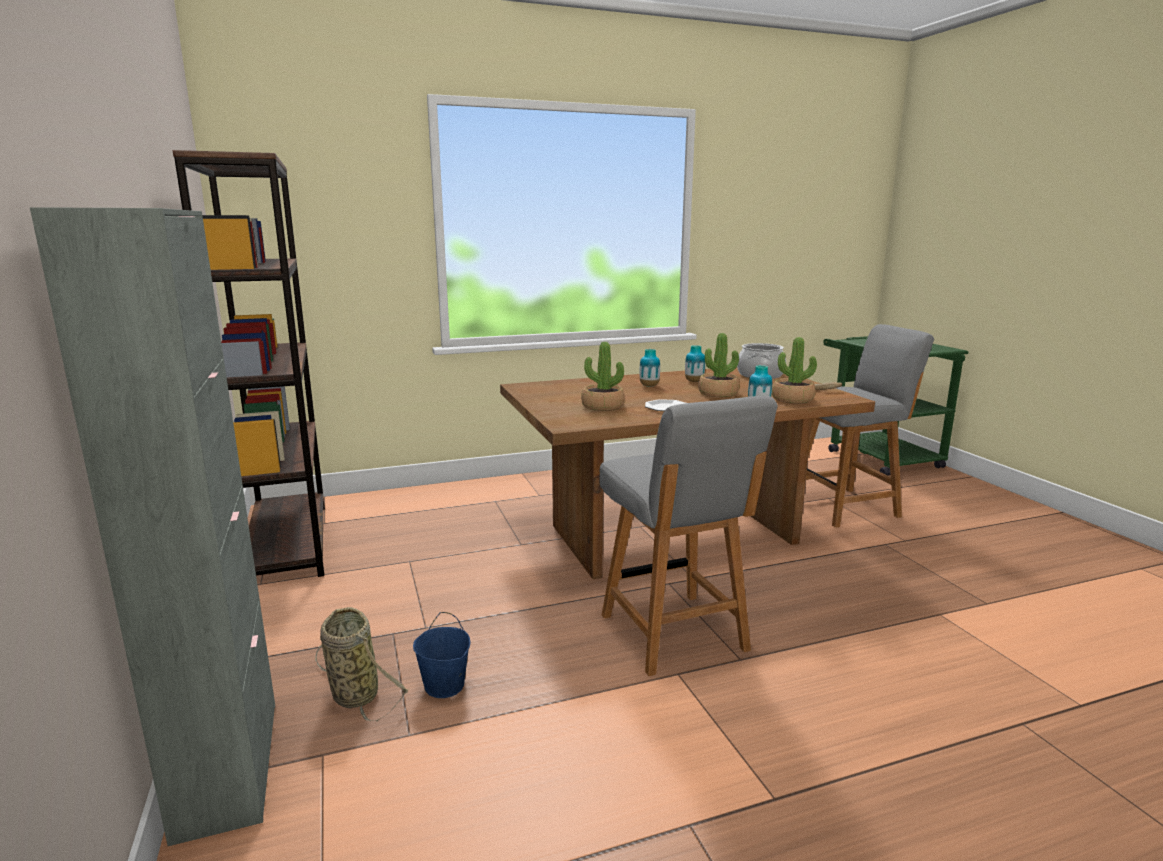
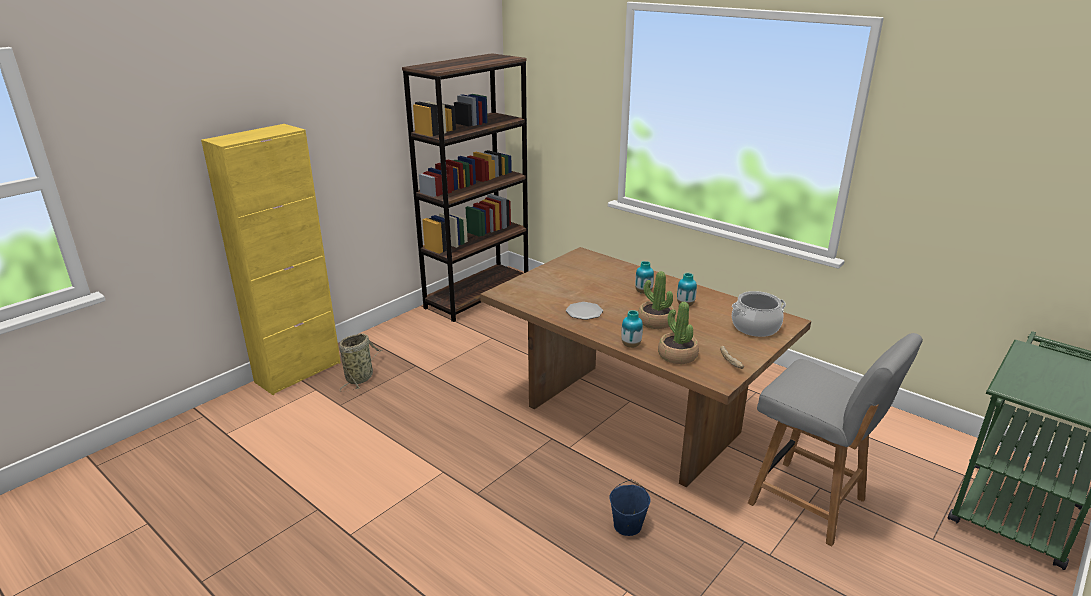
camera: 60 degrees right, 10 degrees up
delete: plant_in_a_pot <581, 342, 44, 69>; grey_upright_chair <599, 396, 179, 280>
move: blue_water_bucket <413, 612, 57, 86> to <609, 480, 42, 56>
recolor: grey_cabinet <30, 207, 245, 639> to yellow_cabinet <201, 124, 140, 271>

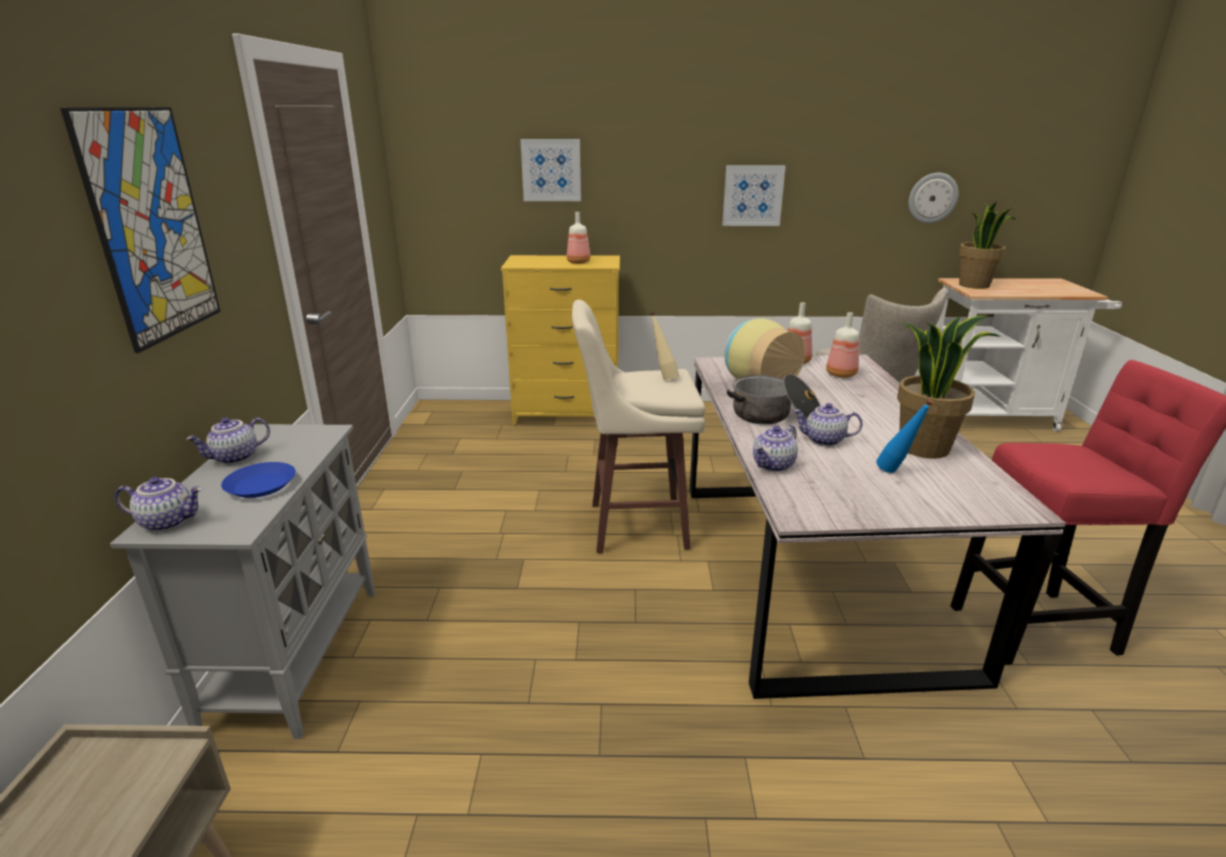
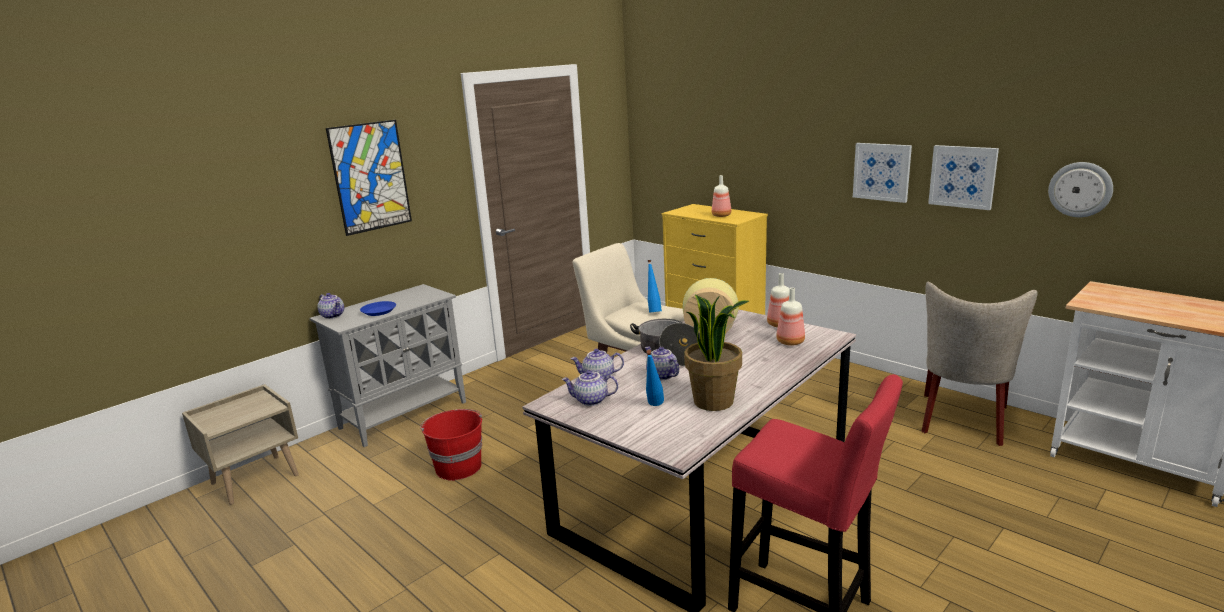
camera: 45 degrees right, 5 degrees down
delete: plant_in_a_pot <959, 202, 57, 87>
insert: red_water_bucket <420, 409, 62, 72>
move: teapot <186, 418, 84, 46> to <562, 370, 56, 36>; picture <520, 139, 61, 62> to <928, 145, 71, 65>
recolor: sand-coloured_drink_bottle <650, 312, 29, 68> to blue_drink_bottle <648, 260, 14, 53>

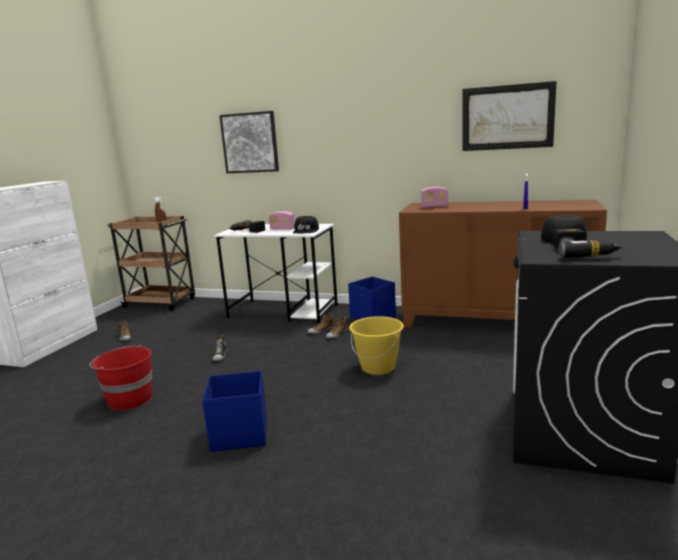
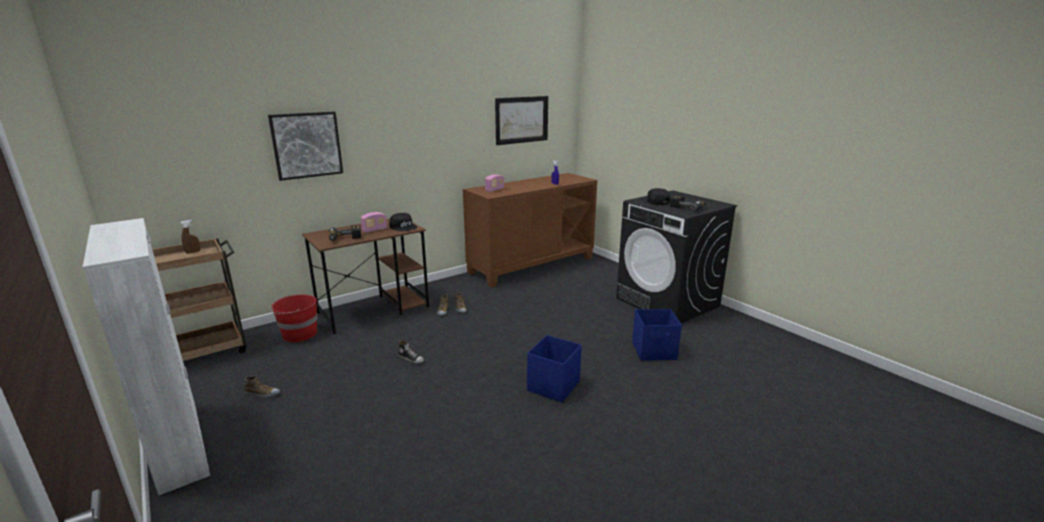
camera: 55 degrees left, 5 degrees up
delete: yellow_water_bucket <349, 316, 55, 59>
move: red_water_bucket <90, 345, 62, 65> to <270, 294, 47, 48>; blue_storage_bin <348, 277, 48, 43> to <632, 309, 50, 52>
recolor: whitish_desk <214, 224, 124, 100> to brown-coloured_desk <302, 219, 127, 115>

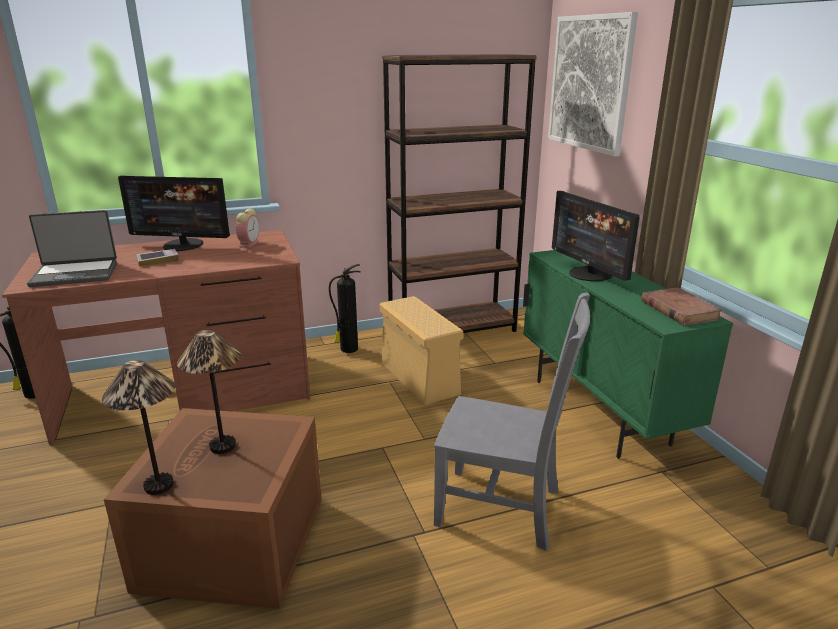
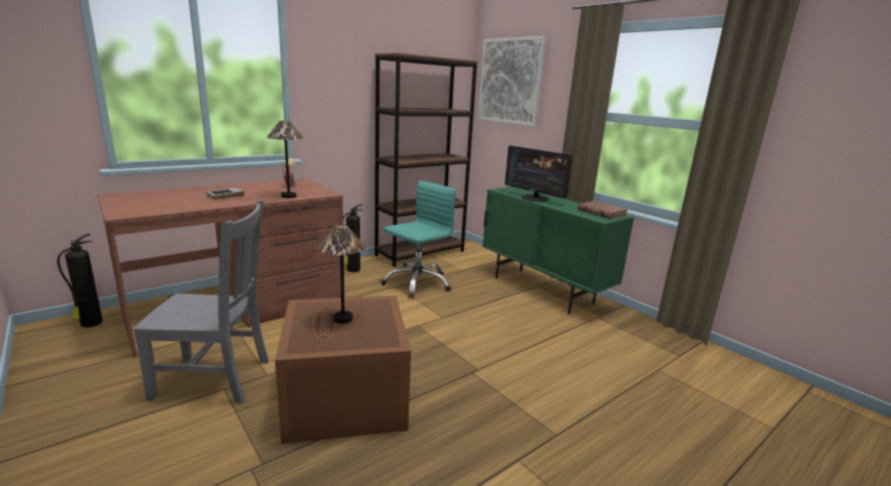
camera: 20 degrees left, 5 degrees down
delete: portable_computer <27, 210, 90, 77>; computer_display <118, 176, 112, 75>
move: grey_upright_chair <434, 292, 156, 259> to <133, 199, 136, 205>; lamp_for_a_table <102, 360, 73, 135> to <267, 121, 37, 77>
replace: sand-coloured_storage_bin <380, 296, 83, 109> to turquoise_desk_chair <381, 181, 75, 117>

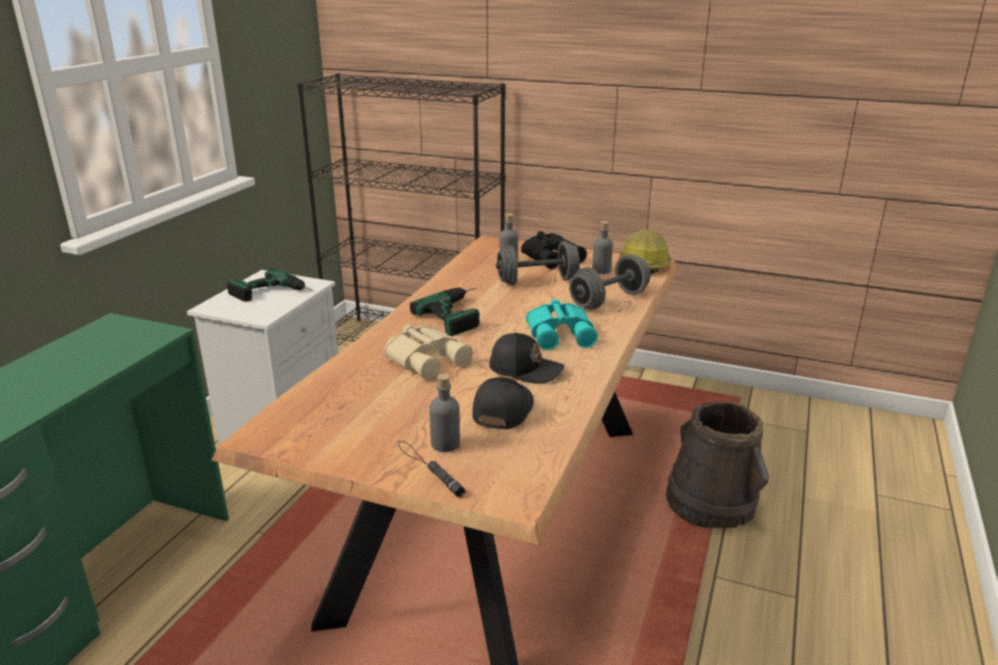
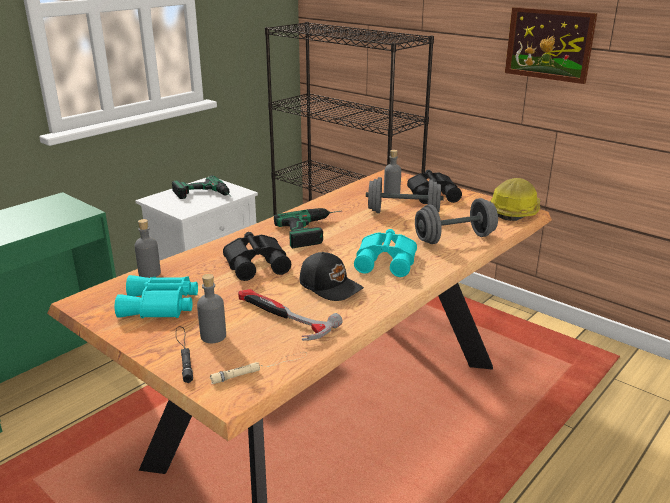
camera: 20 degrees right, 0 degrees up
delete: brown-coloured_water_bucket <666, 401, 103, 128>
insert: turquoise_field_glasses <115, 275, 83, 43>; sand-coloured_torch <210, 352, 97, 32>; picture <505, 7, 92, 77>
move: grey_drink_bottle <592, 221, 21, 53> to <135, 219, 26, 59>
replace: black_peaked_cap <472, 377, 62, 53> to tool_hammer <238, 289, 105, 52>
recolor: sand-coloured_field_glasses <384, 324, 89, 56> to black_field_glasses <223, 232, 68, 49>

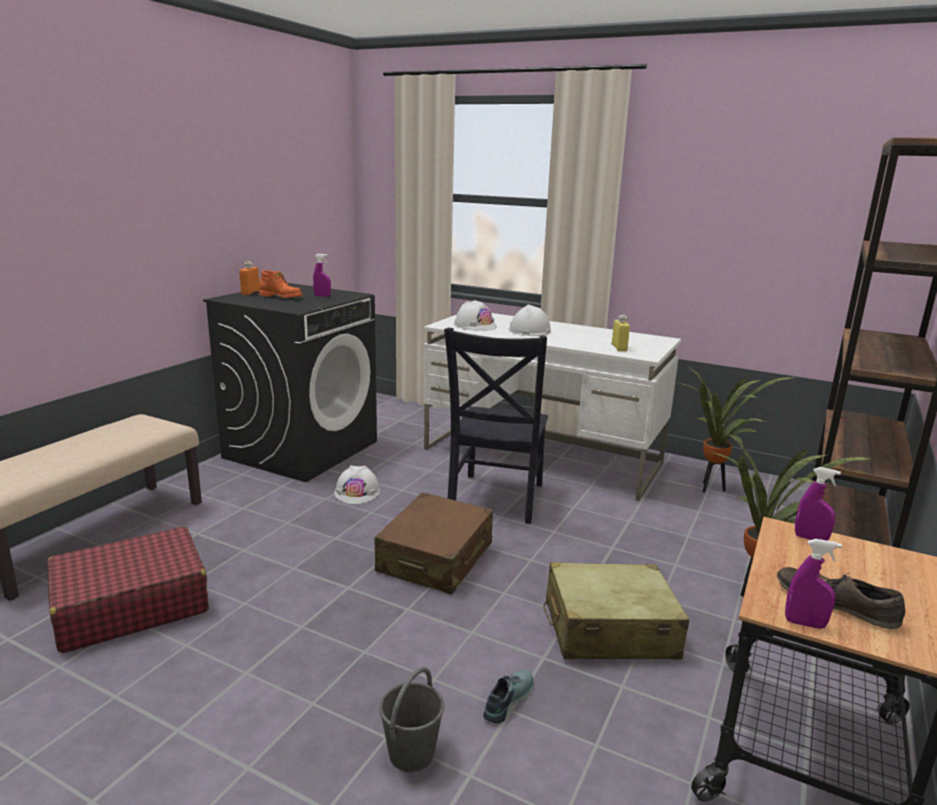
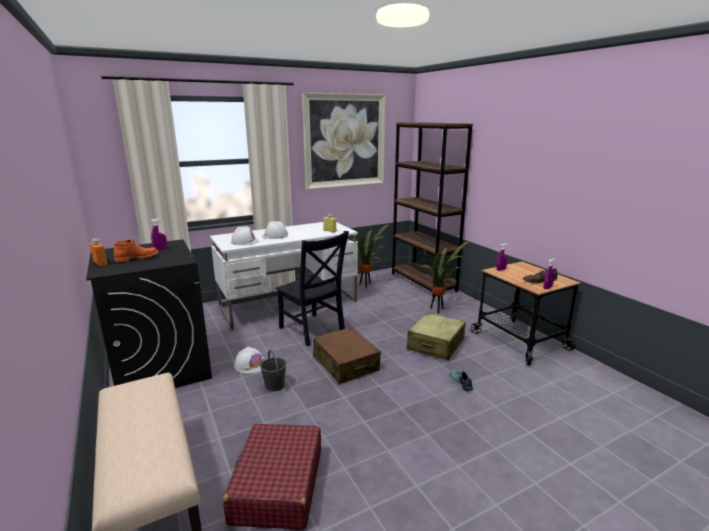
camera: 55 degrees left, 0 degrees up
insert: picture <302, 92, 84, 98>
move: grey_water_bucket <379, 667, 65, 105> to <260, 349, 27, 42>

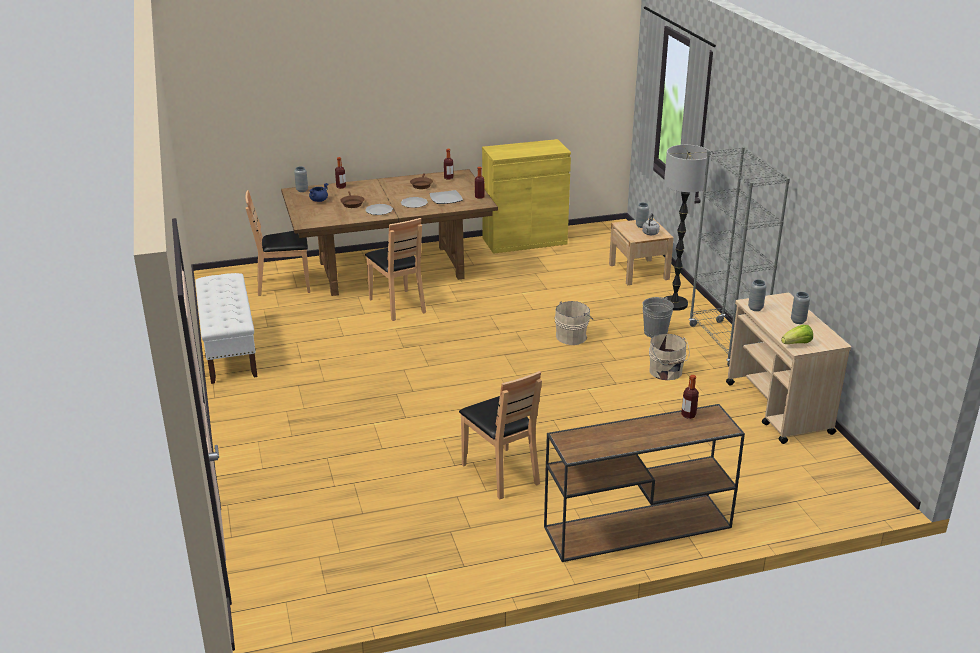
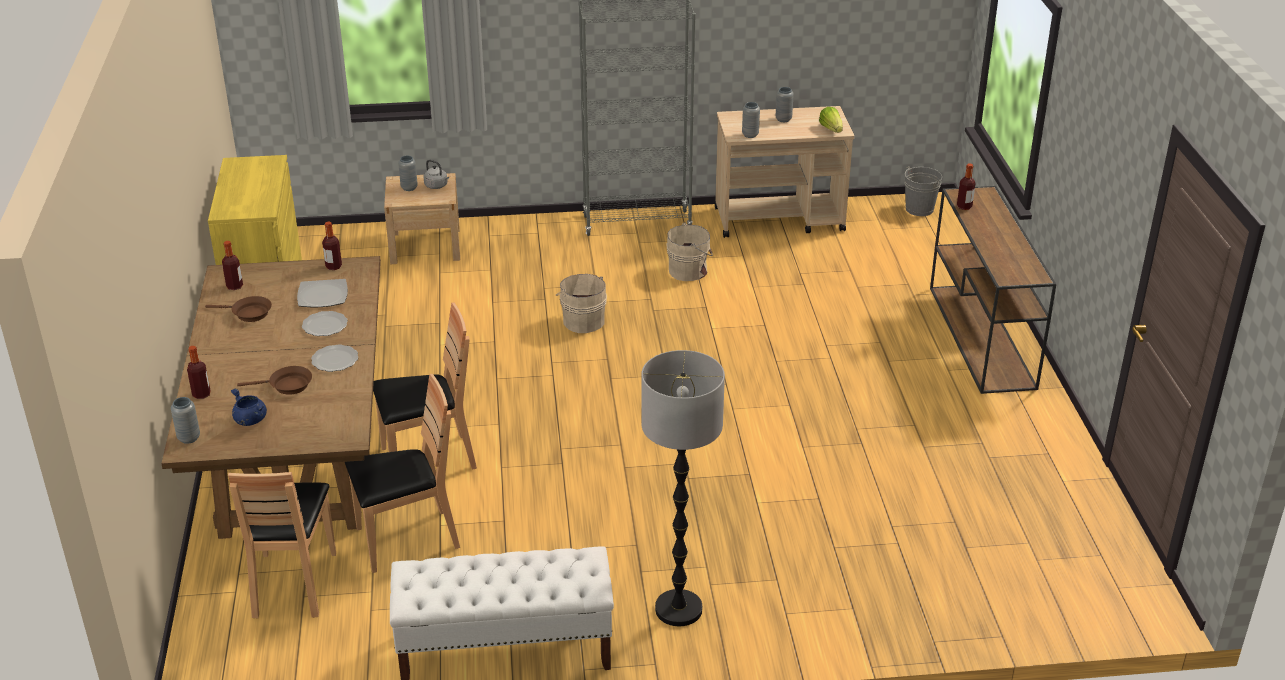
camera: 80 degrees left, 5 degrees up
move: brown-coloured_upright_chair <459, 371, 83, 128> to <345, 374, 115, 199>; standing_lamp <663, 145, 49, 166> to <641, 350, 84, 276>; grey_water_bucket <642, 297, 32, 41> to <904, 166, 38, 50>

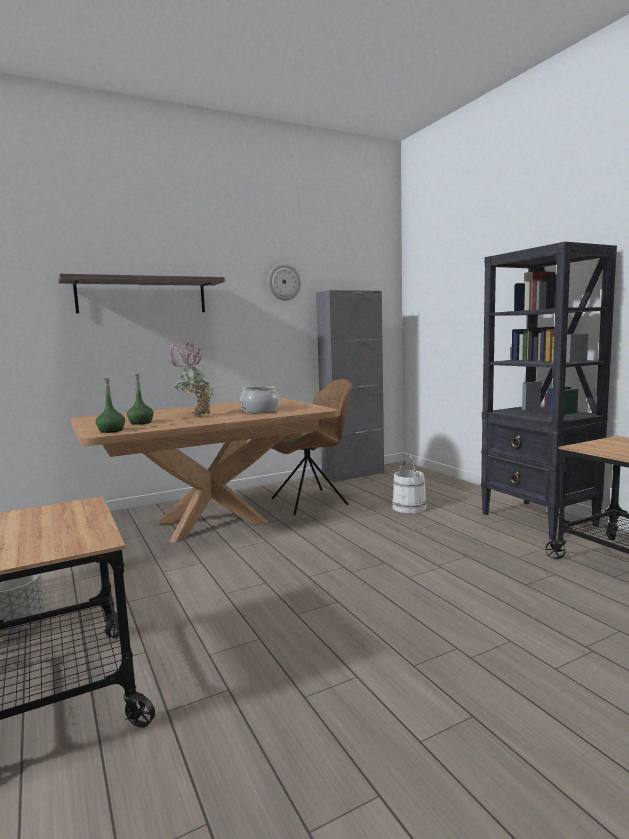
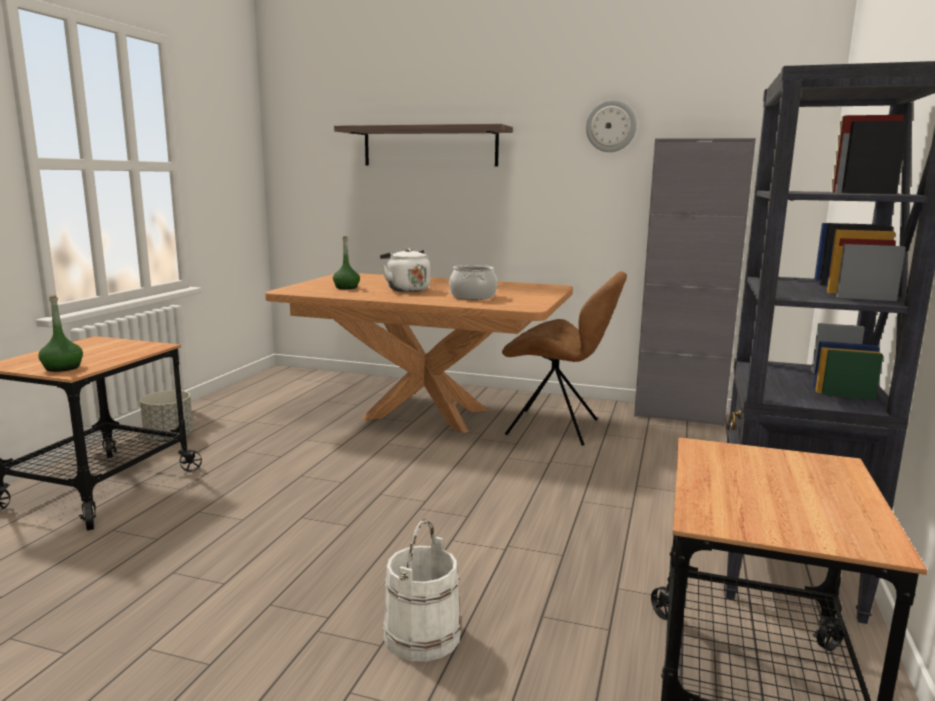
camera: 45 degrees right, 5 degrees up
move: green-coloured_drink_bottle <96, 378, 29, 55> to <39, 295, 44, 77>; whitish_water_bucket <392, 454, 35, 59> to <383, 519, 78, 143>
replace: plant_in_a_pot <167, 341, 46, 76> to whitish_tea_kettle <380, 248, 50, 44>

